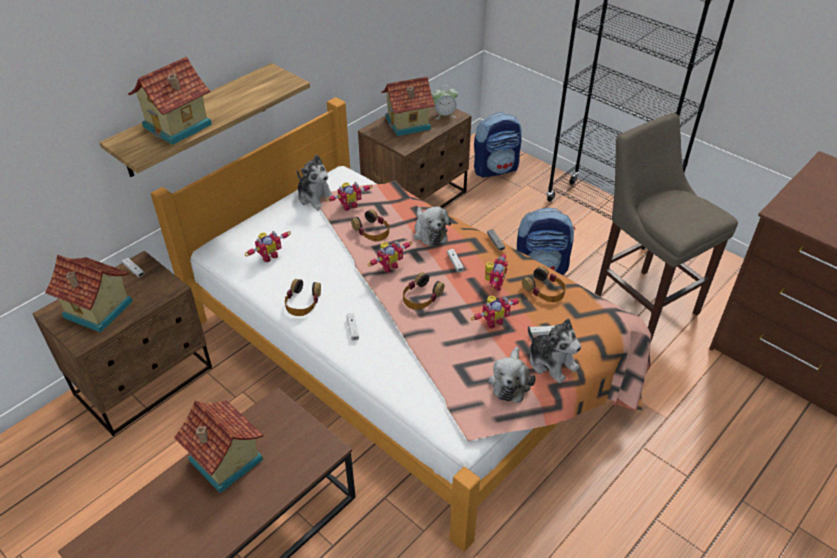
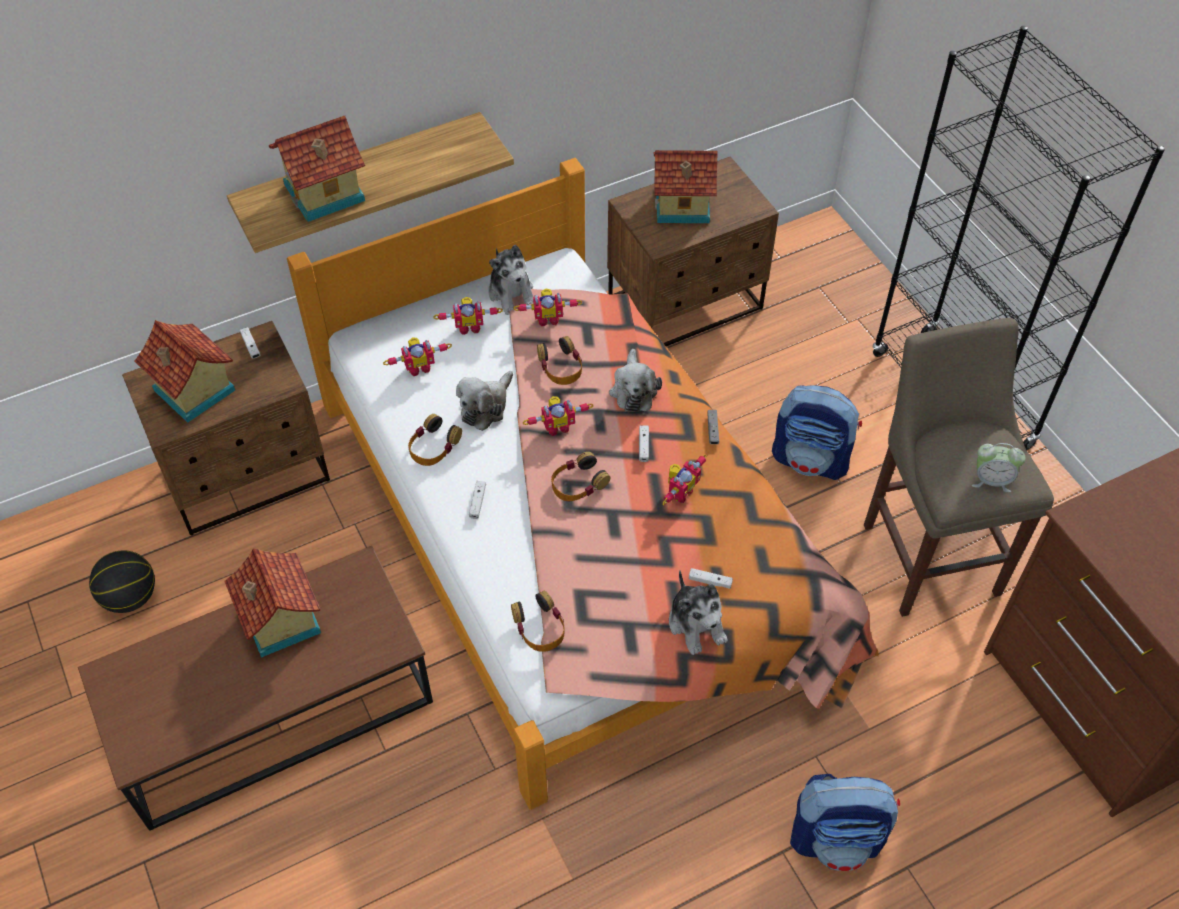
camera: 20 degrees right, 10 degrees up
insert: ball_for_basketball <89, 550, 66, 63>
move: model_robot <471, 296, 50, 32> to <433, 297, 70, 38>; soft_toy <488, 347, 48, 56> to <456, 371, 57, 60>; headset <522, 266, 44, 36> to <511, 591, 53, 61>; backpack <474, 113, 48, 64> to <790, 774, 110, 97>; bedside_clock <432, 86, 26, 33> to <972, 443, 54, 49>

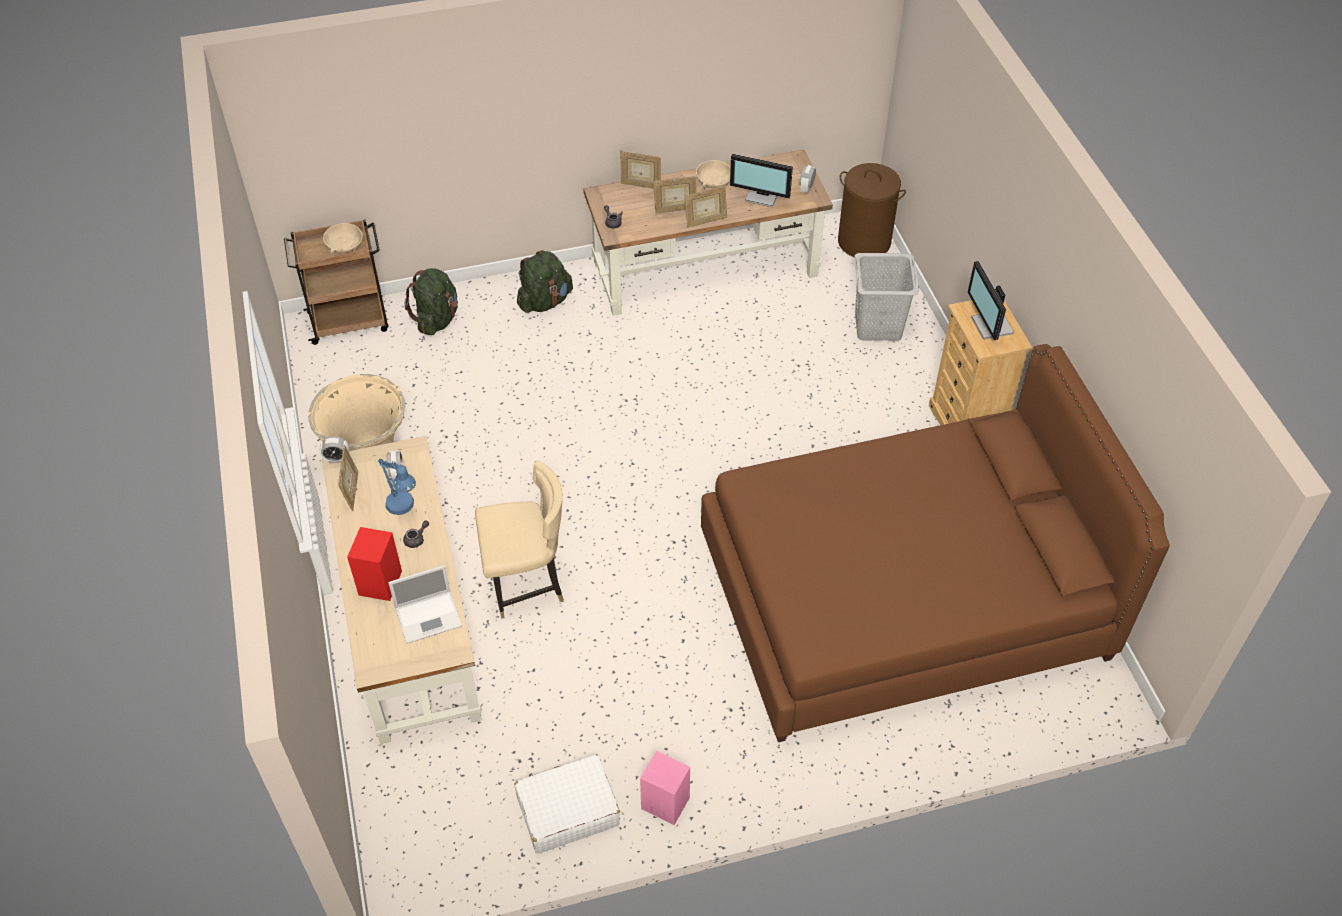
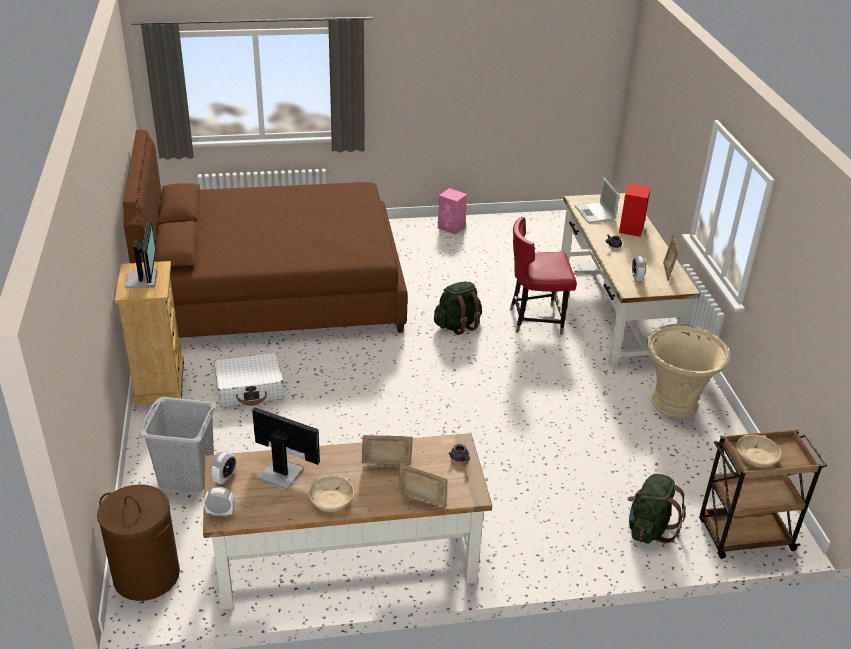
camera: 175 degrees left, 15 degrees down
delete: blue_lamp_for_a_table <378, 459, 38, 56>; standing_frame <684, 186, 43, 42>
move: bedside_clock <320, 436, 29, 27> to <204, 487, 31, 30>; whitish_piece_of_luggage <514, 754, 106, 100> to <214, 353, 71, 54>; green-coloured_backpack <517, 250, 56, 63> to <434, 282, 48, 53>
recolor: sand-coloured_upright_chair <475, 461, 89, 158> to red_upright_chair <510, 217, 67, 118>
rotate: portable_computer <388, 565, 74, 79> = <574, 178, 45, 46> 90 degrees counterclockwise

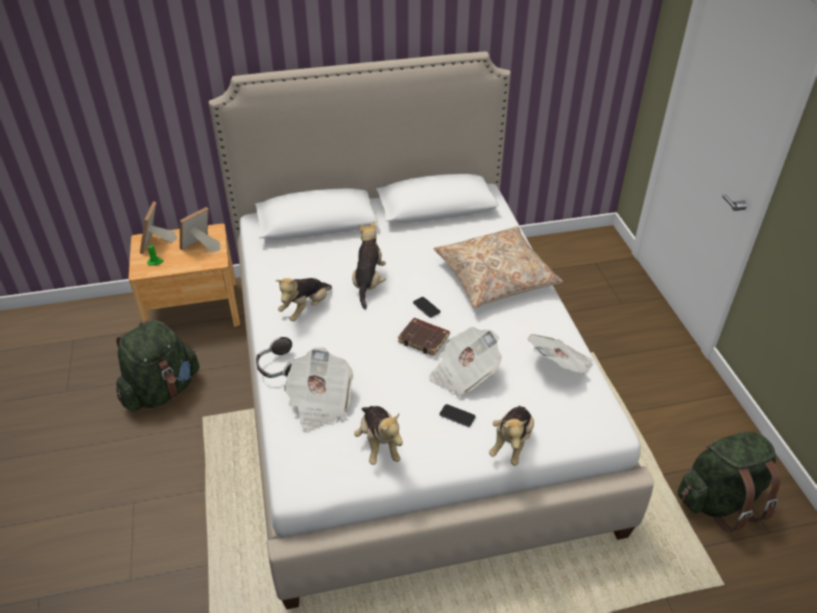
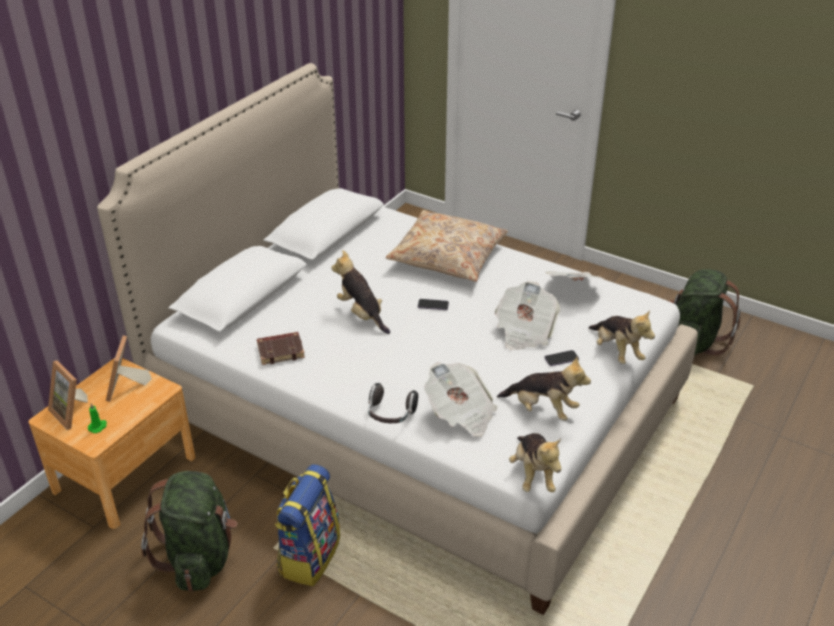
camera: 45 degrees left, 5 degrees down
insert: backpack <274, 464, 66, 122>
move: brown-coloured_bound_book <398, 318, 52, 38> to <257, 332, 48, 33>; soft_toy <276, 278, 56, 43> to <509, 433, 52, 59>

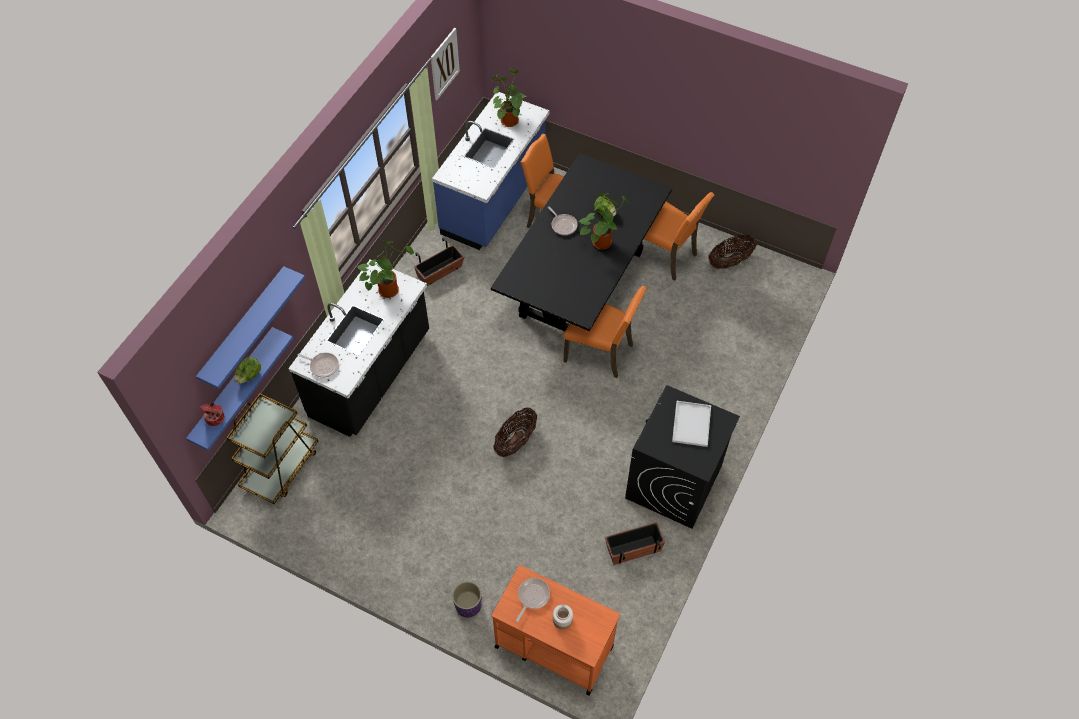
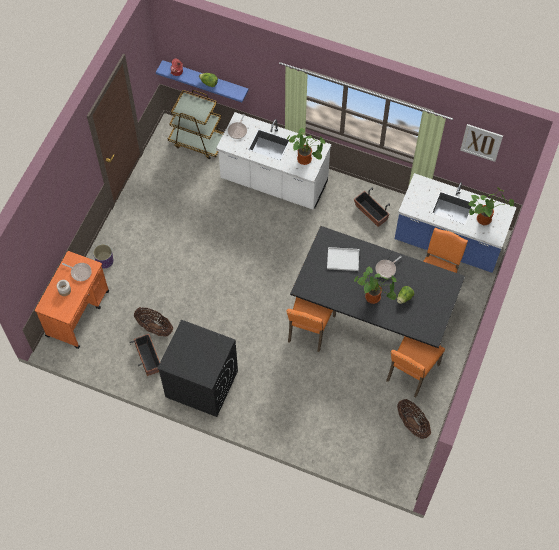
camera: 85 degrees right, 5 degrees up
delete: blue_shelf <196, 266, 109, 123>
move: storage_basket <493, 407, 44, 50> to <134, 307, 39, 29>; whitish_tray <672, 401, 39, 46> to <327, 247, 32, 24>
recolor: black_counter <288, 259, 141, 178> to whitish_counter <216, 112, 115, 98>

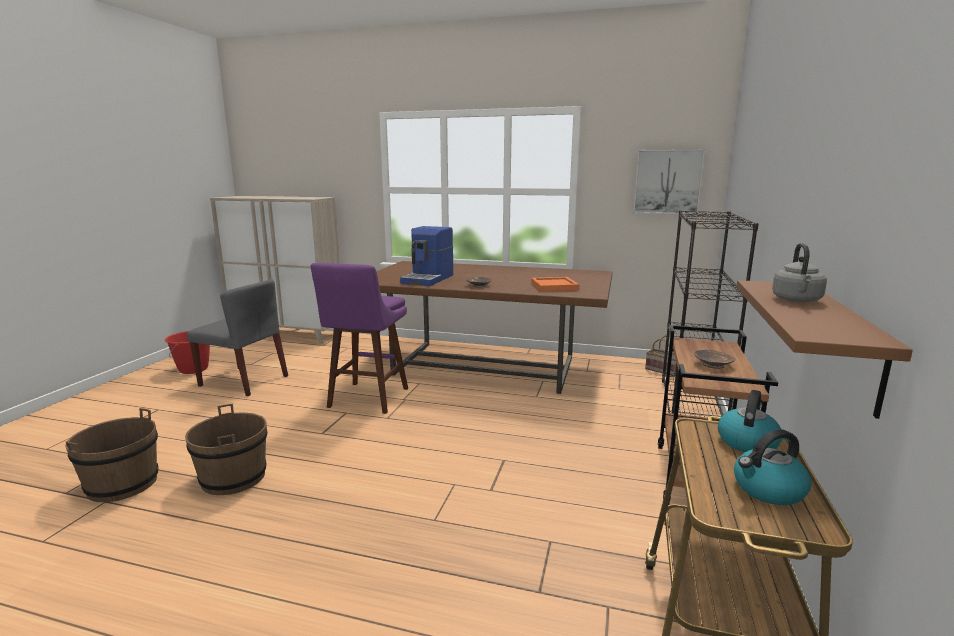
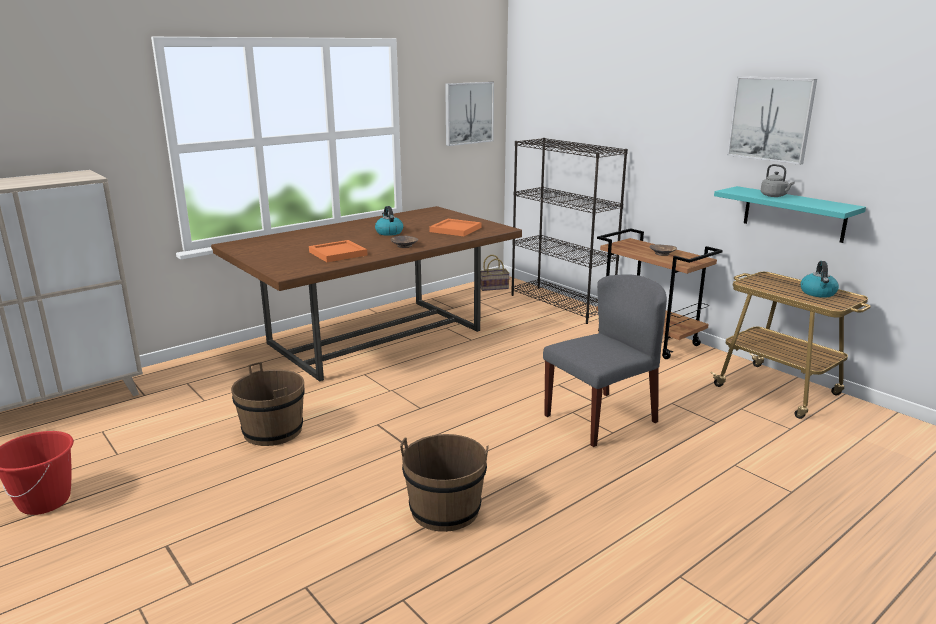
camera: 55 degrees left, 5 degrees up
delete: purple-coloured_sitting_stool <311, 263, 97, 151>
insert: picture <727, 76, 90, 89>
move: brown-coloured_water_bucket <65, 408, 93, 94> to <231, 362, 74, 84>; tea_kettle <718, 390, 64, 62> to <375, 206, 28, 30>; grey_upright_chair <187, 279, 101, 117> to <543, 274, 124, 173>
replace: coffee_machine <400, 226, 53, 60> to orangey_tray <309, 240, 58, 22>
recolor: brown-coloured_shelf <736, 280, 177, 139> to turquoise_shelf <714, 186, 152, 57>

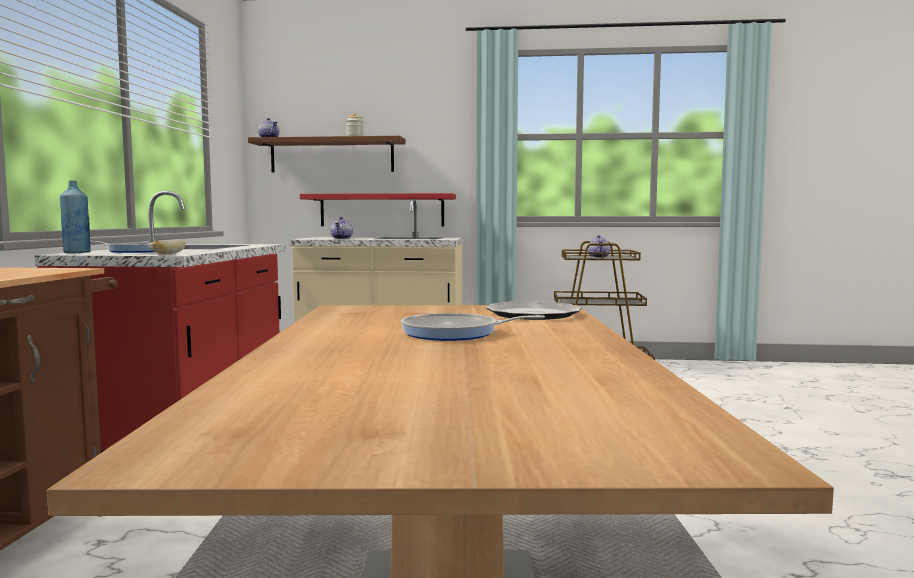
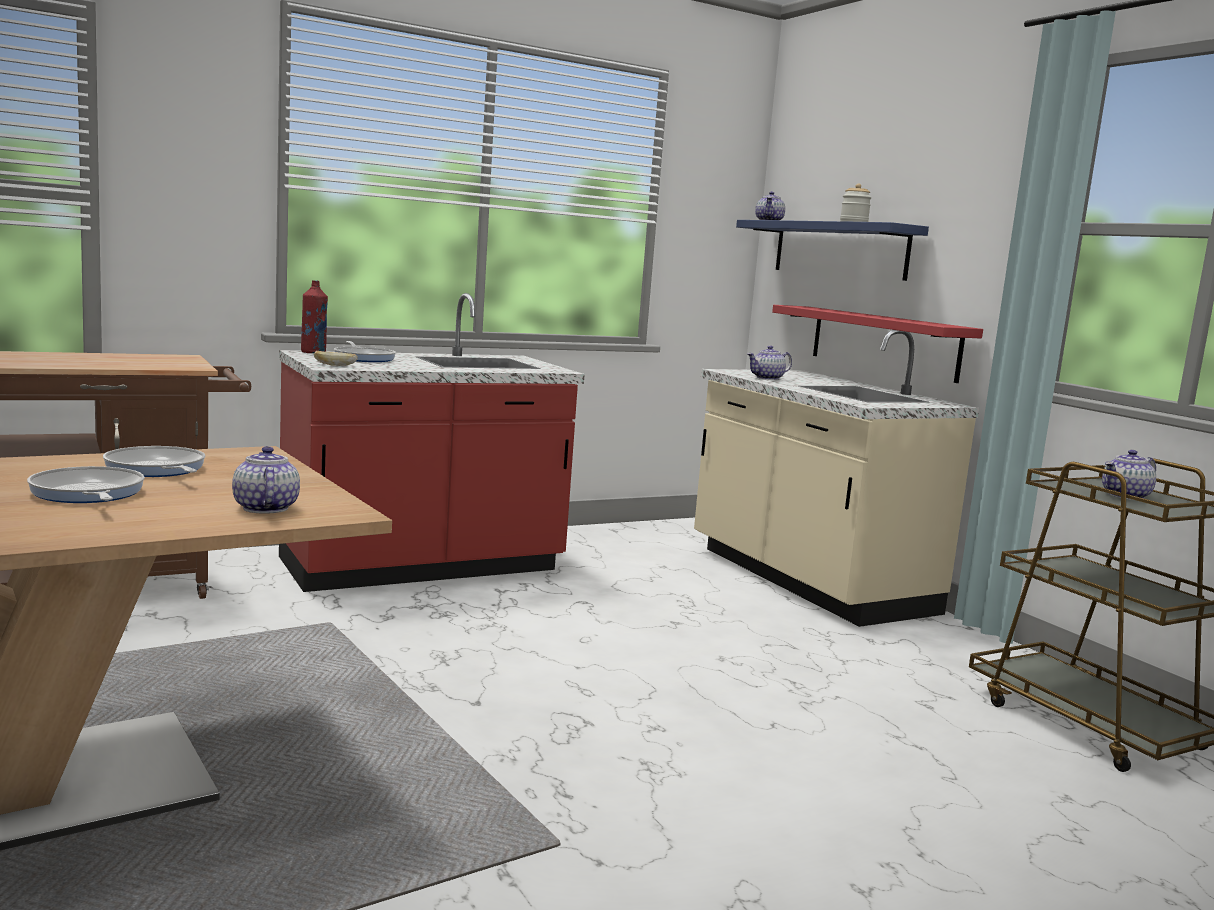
camera: 55 degrees right, 5 degrees up
insert: frying_pan <103, 446, 102, 31>
replace: dinner_plate <485, 301, 96, 19> to teapot <232, 446, 68, 68>
recolor: blue_drink_bottle <60, 181, 31, 73> to red_drink_bottle <301, 280, 27, 73>; brown-coloured_shelf <248, 136, 158, 37> to blue_shelf <736, 220, 193, 61>

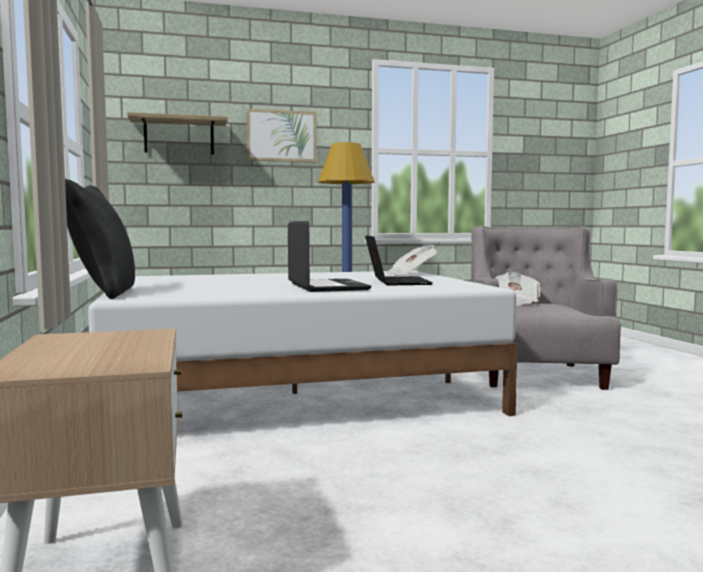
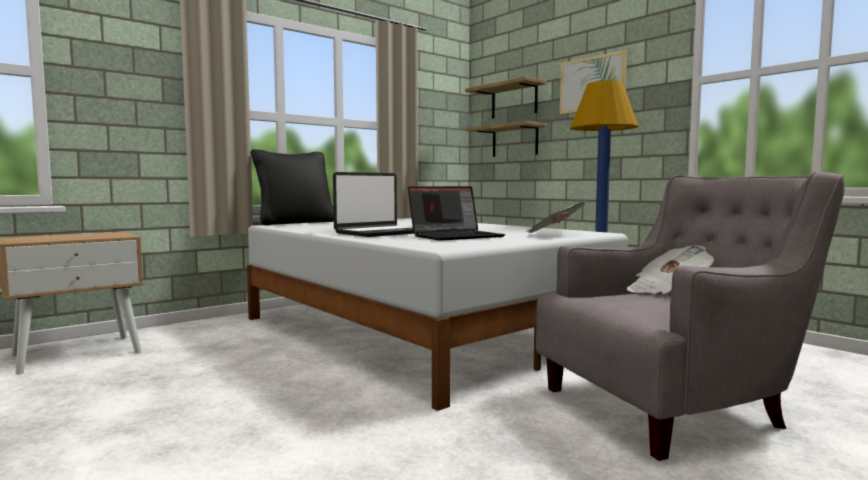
camera: 65 degrees right, 0 degrees up
insert: shelf <466, 121, 81, 36>

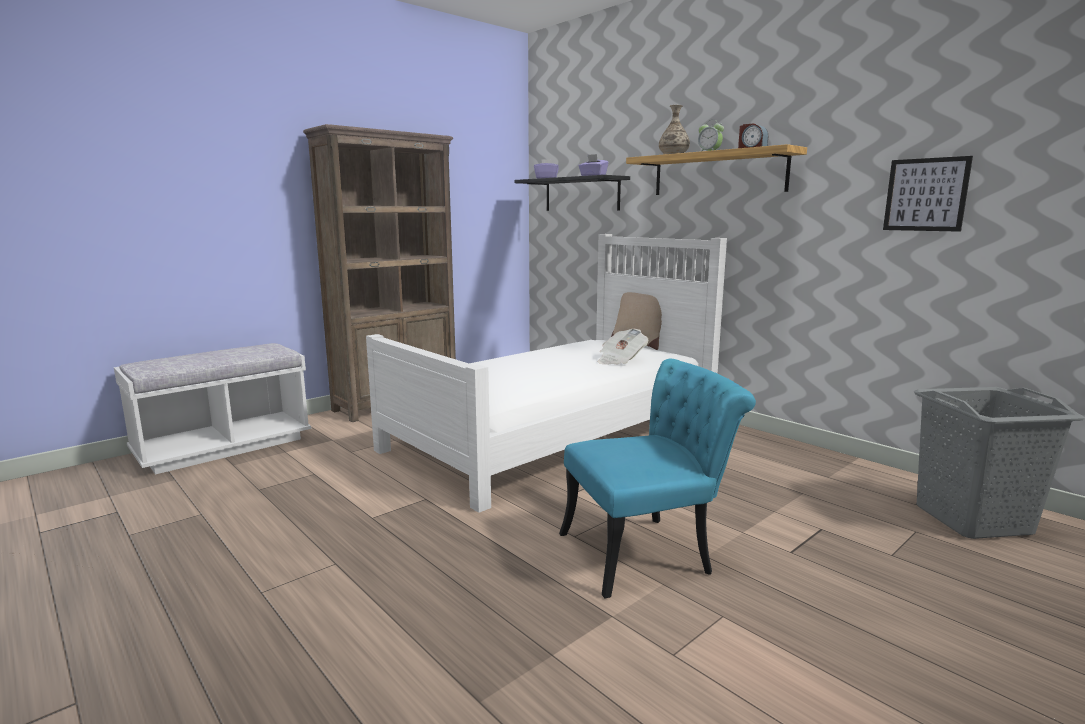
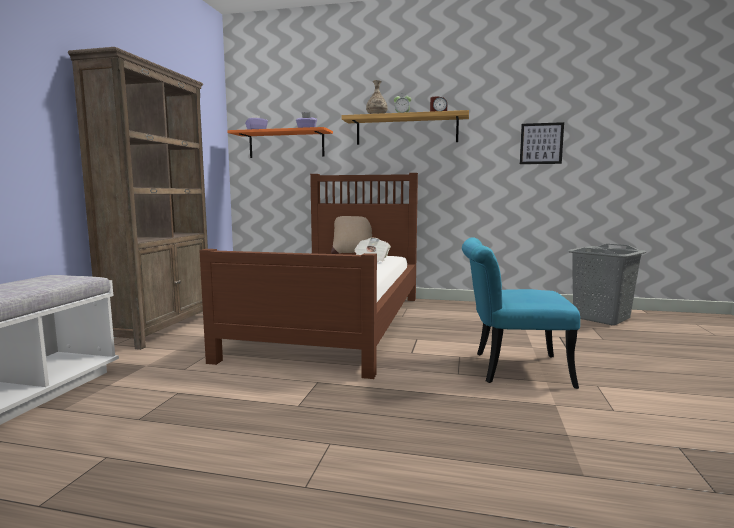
camera: 35 degrees left, 5 degrees down
recolor: whitish_bedroom_bed <366, 234, 361, 279> to brown-coloured_bedroom_bed <199, 173, 219, 206>; black_shelf <514, 175, 116, 36> to orangey_shelf <227, 127, 106, 31>
rotate: turquoise_upright_chair <559, 359, 197, 240> = <462, 237, 118, 152> 120 degrees counterclockwise

